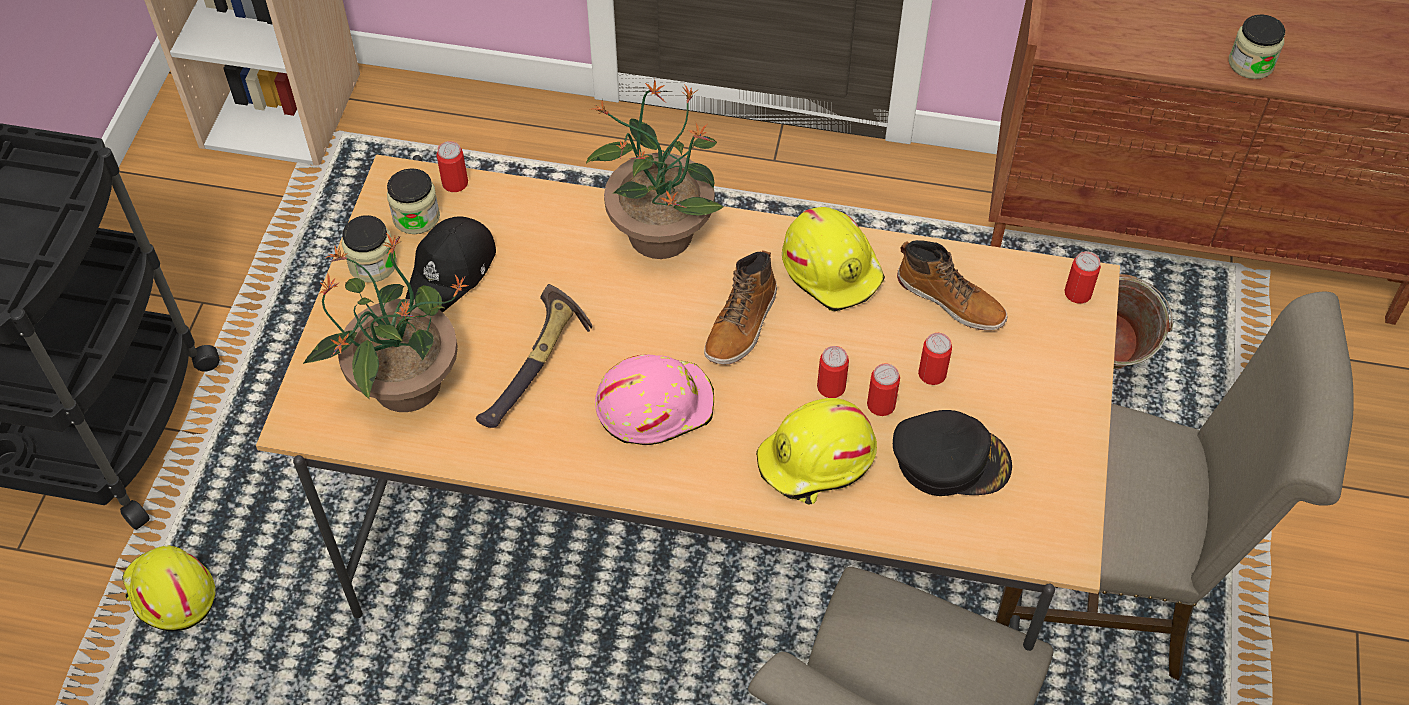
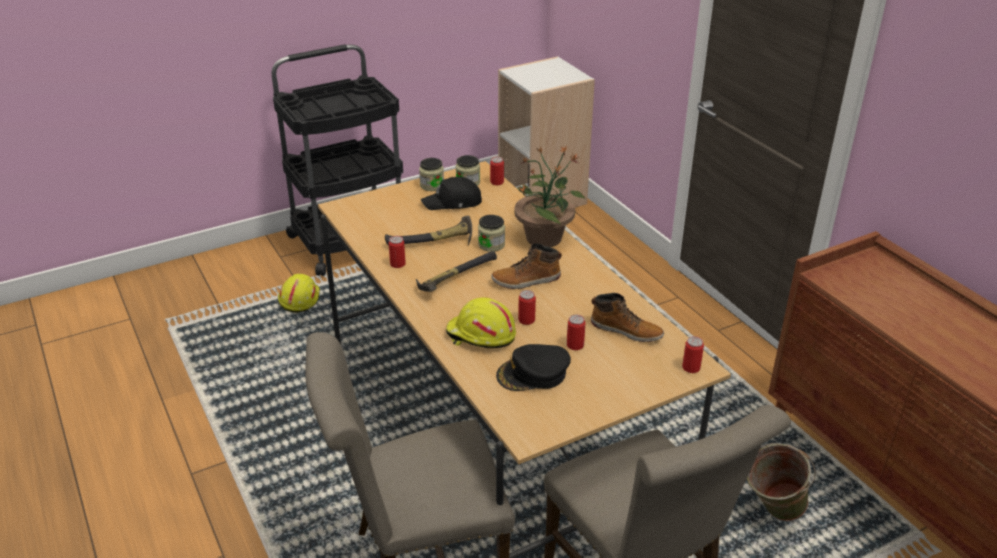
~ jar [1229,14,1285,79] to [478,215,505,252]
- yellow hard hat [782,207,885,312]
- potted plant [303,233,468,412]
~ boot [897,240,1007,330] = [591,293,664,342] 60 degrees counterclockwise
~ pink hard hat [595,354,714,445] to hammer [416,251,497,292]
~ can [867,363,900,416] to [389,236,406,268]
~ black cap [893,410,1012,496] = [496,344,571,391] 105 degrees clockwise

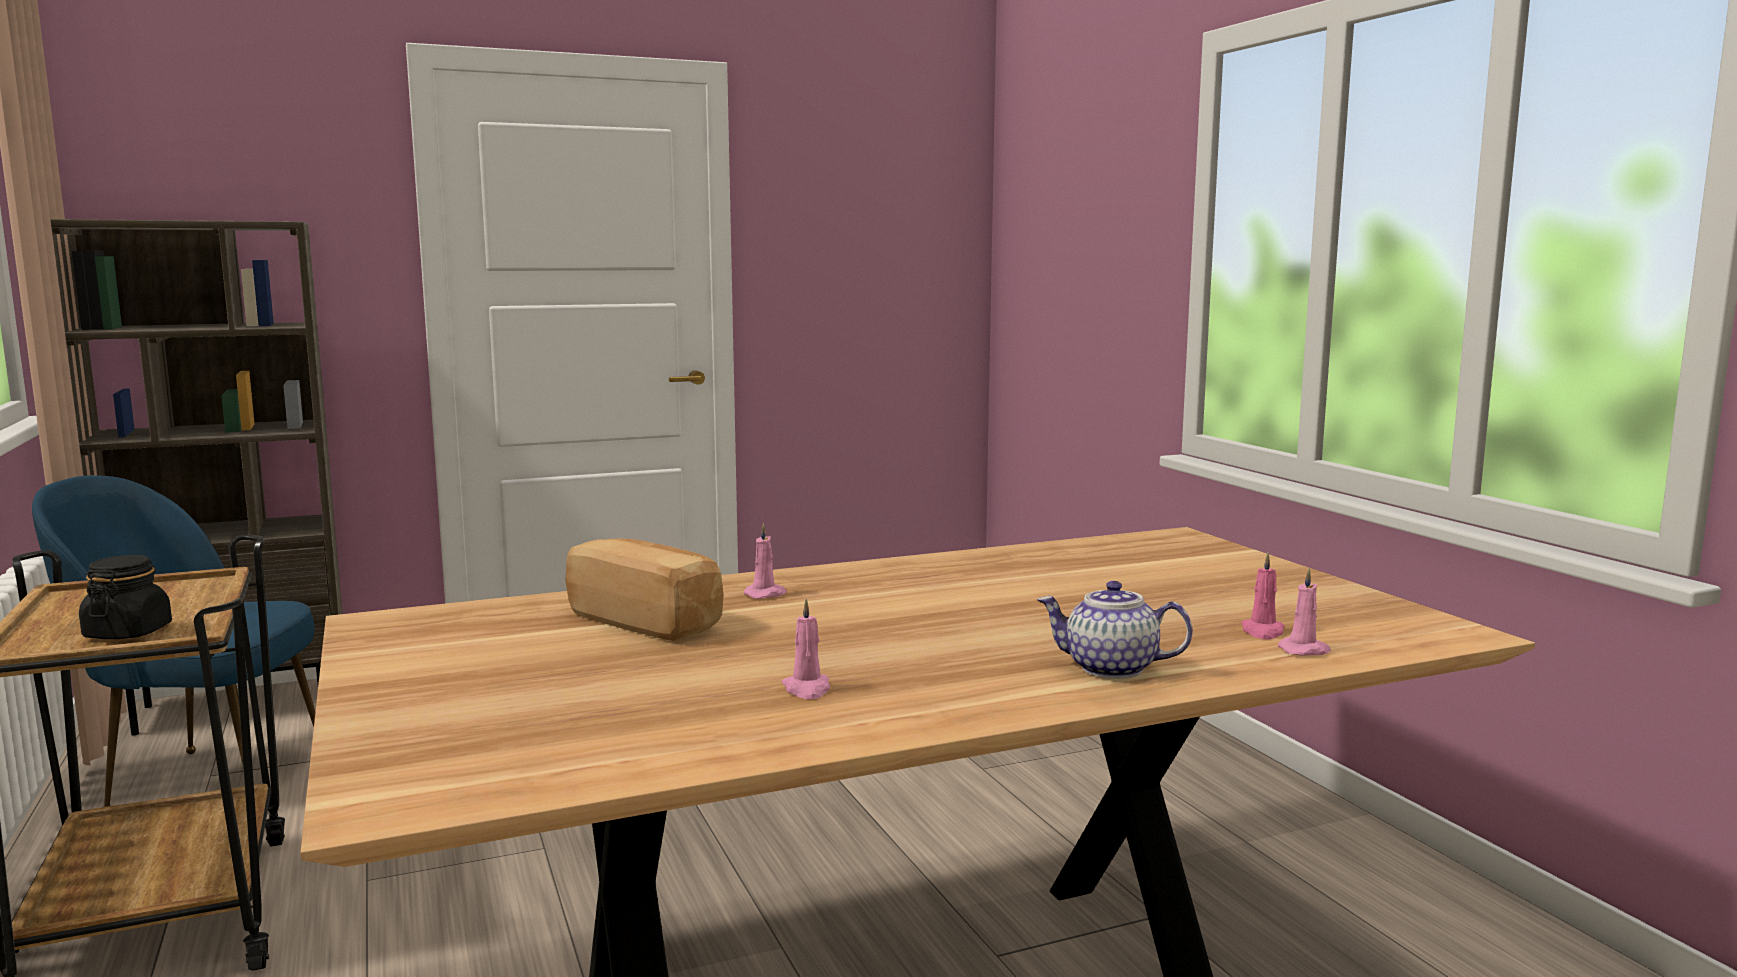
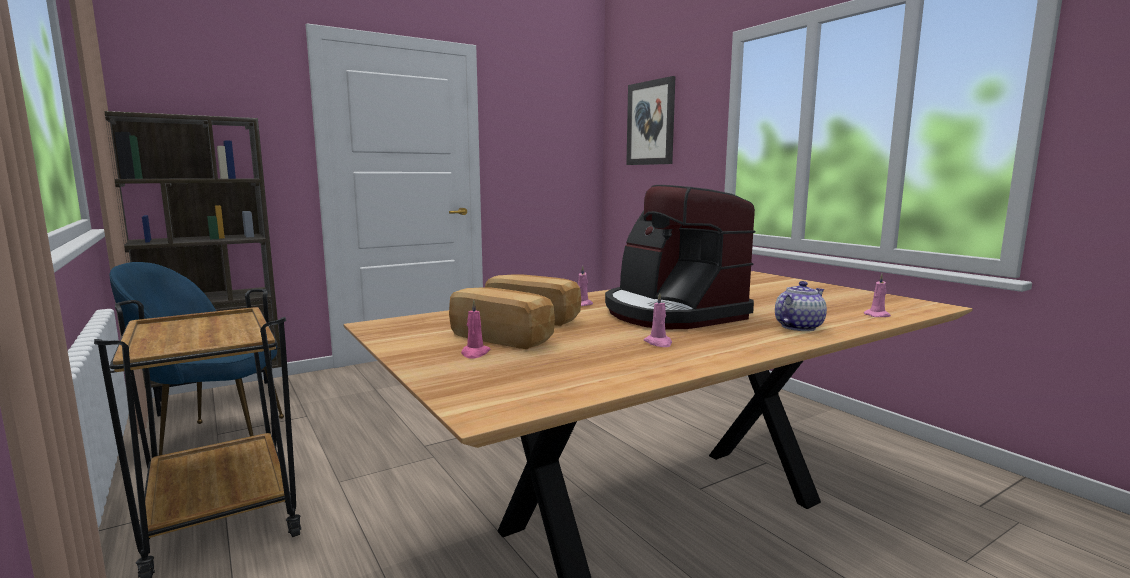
~ pink candle [1241,553,1284,640] to [461,300,490,359]
- black jar [79,555,172,639]
~ teapot [1037,581,1193,679] = [775,281,827,331] 135 degrees clockwise
+ picture [626,76,675,165]
+ coffee machine [605,185,756,329]
+ bread [449,287,555,349]

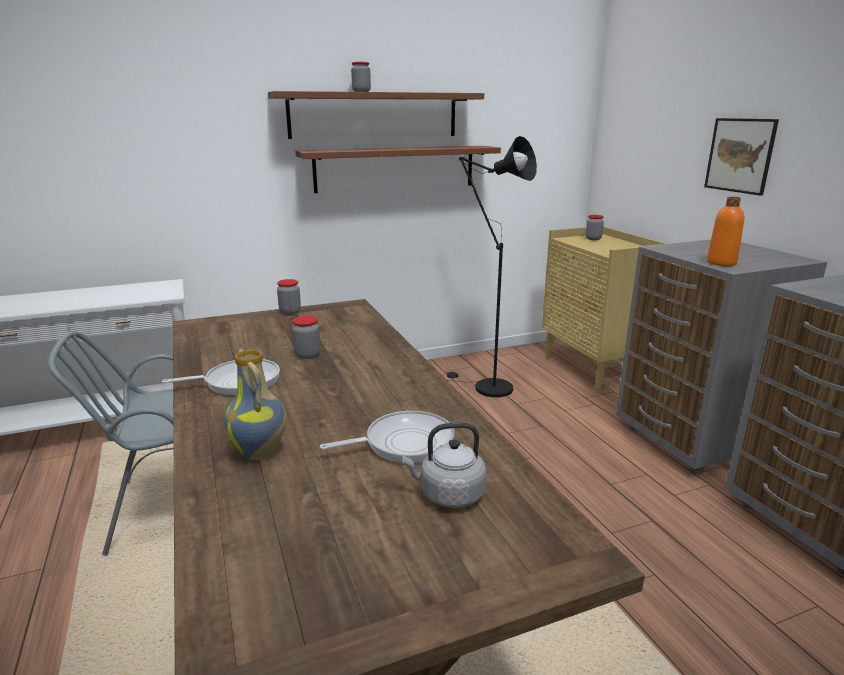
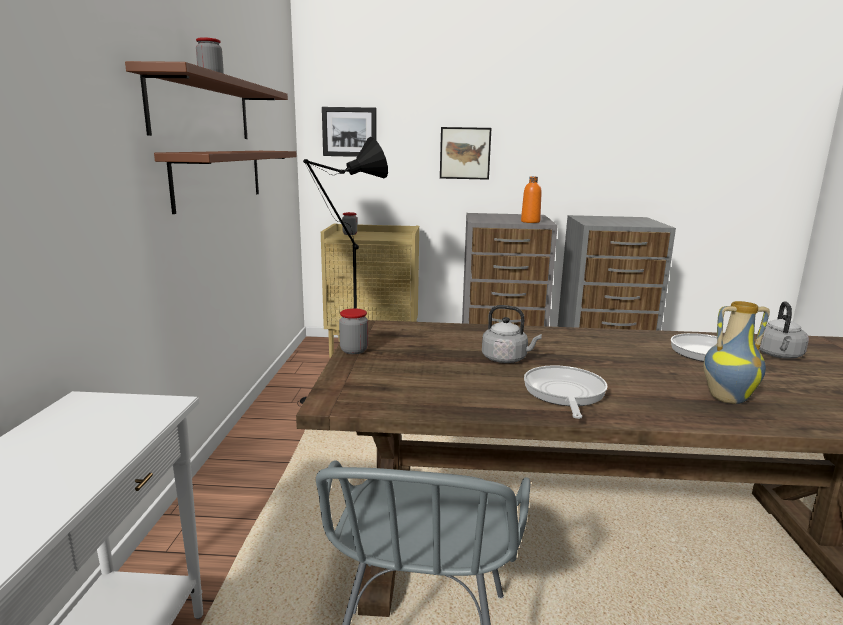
~ jar [292,316,321,359] to grey kettle [482,305,542,363]
+ picture [322,107,377,157]

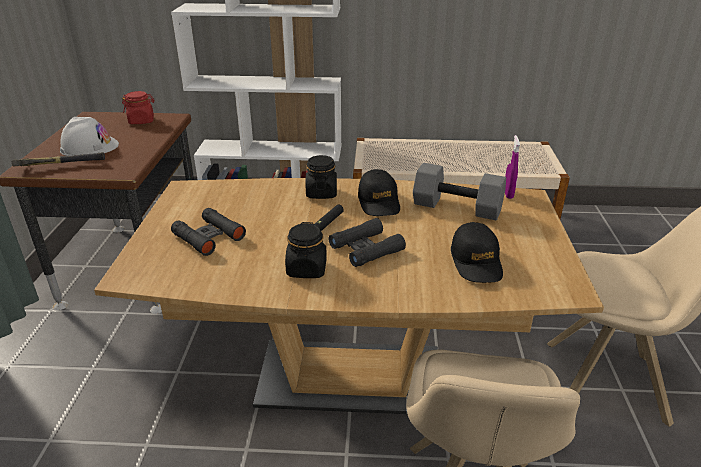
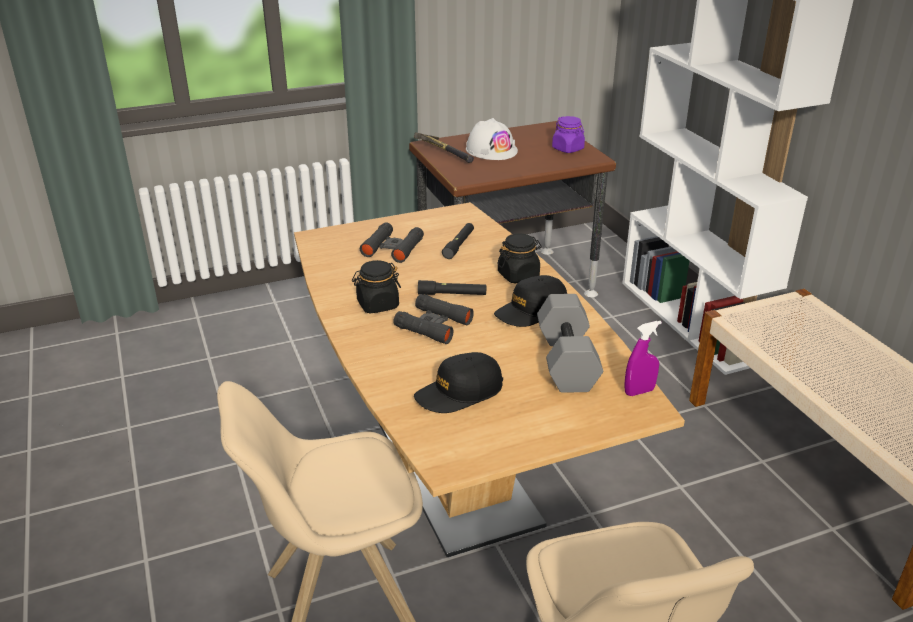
~ red jar [122,91,155,124] to purple jar [552,116,585,153]
+ black flashlight [442,223,474,259]

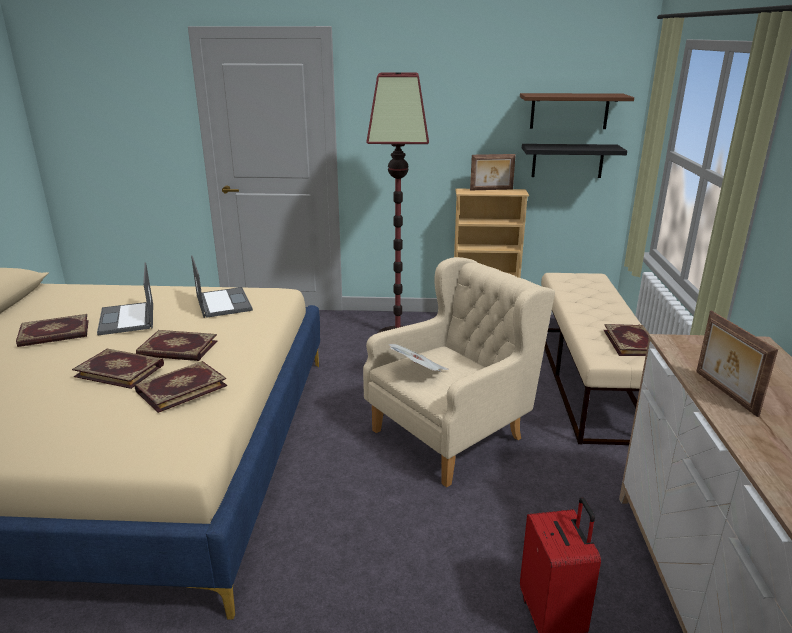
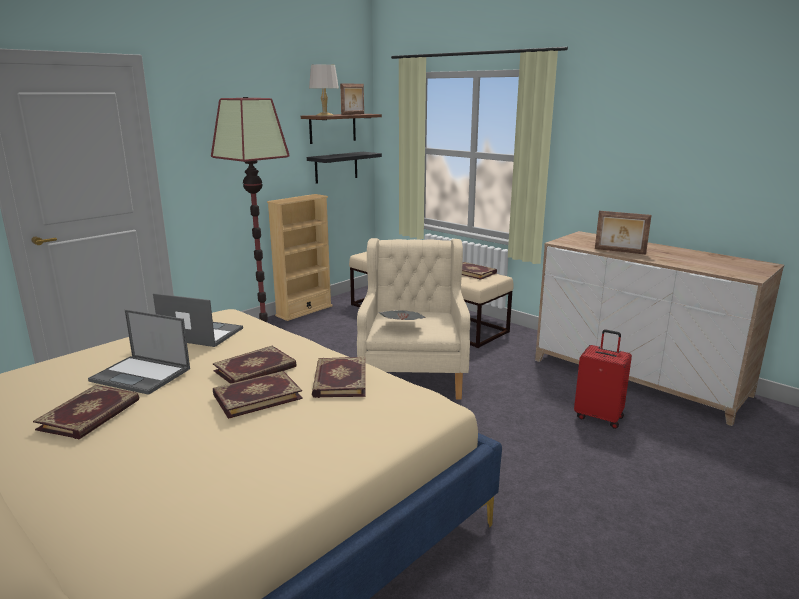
~ picture frame [470,154,516,191] to [340,83,364,115]
+ grey table lamp [309,64,339,116]

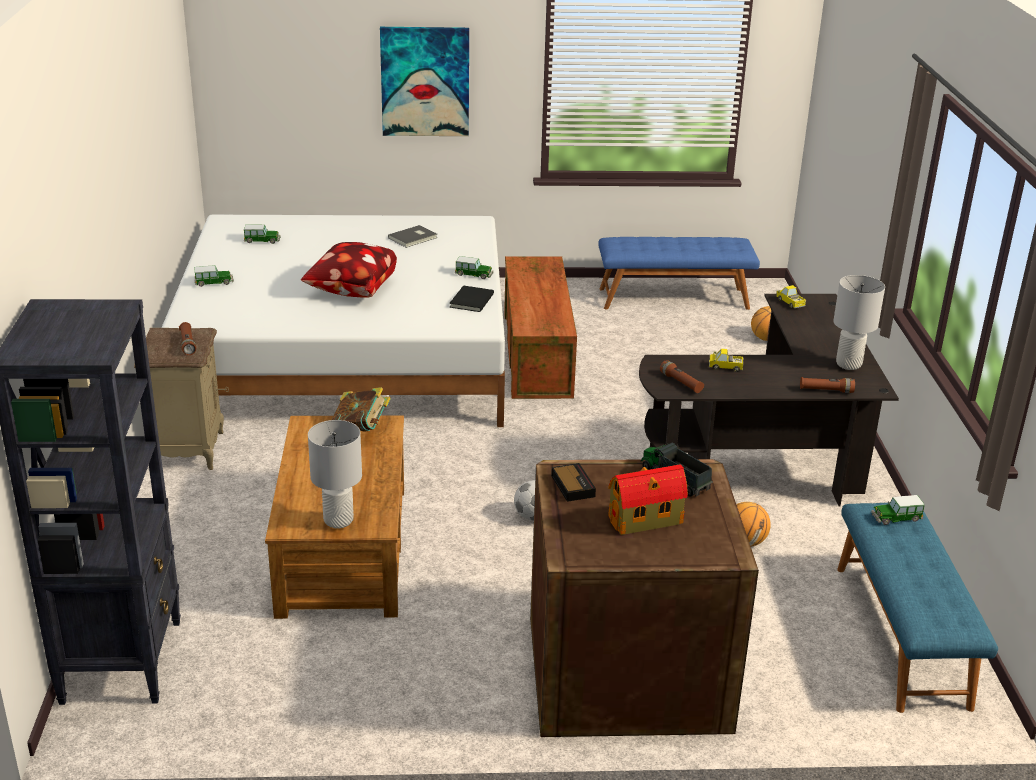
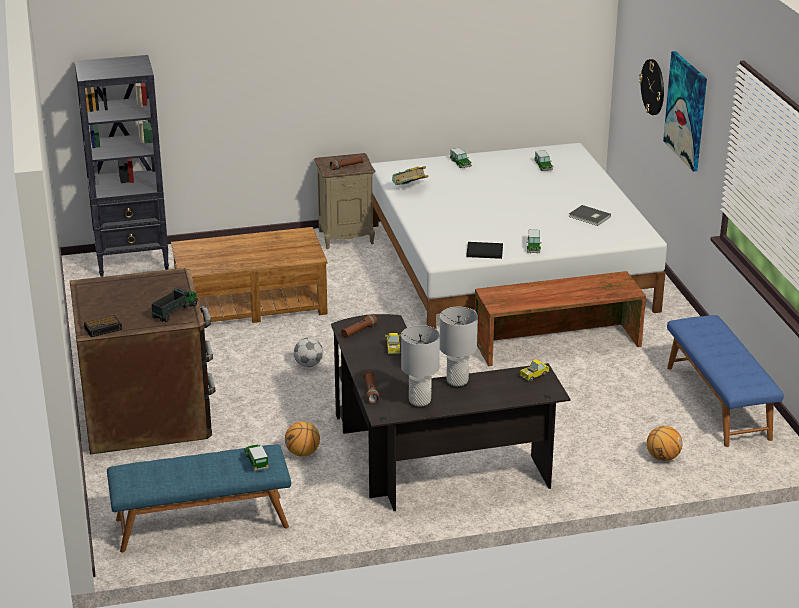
- pillow [301,242,397,298]
~ book [332,387,391,432] to [392,166,429,185]
~ grey table lamp [308,420,362,528] to [440,307,478,387]
~ alarm clock [551,463,596,502] to [84,315,122,337]
- toy house [608,464,688,535]
+ wall clock [639,59,664,115]

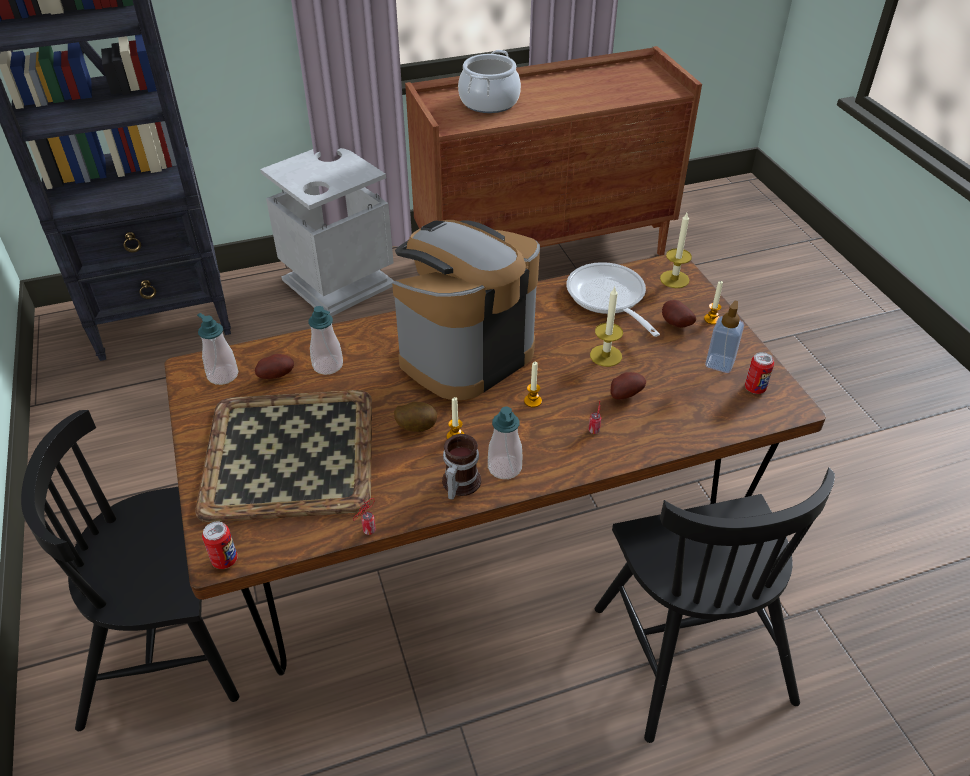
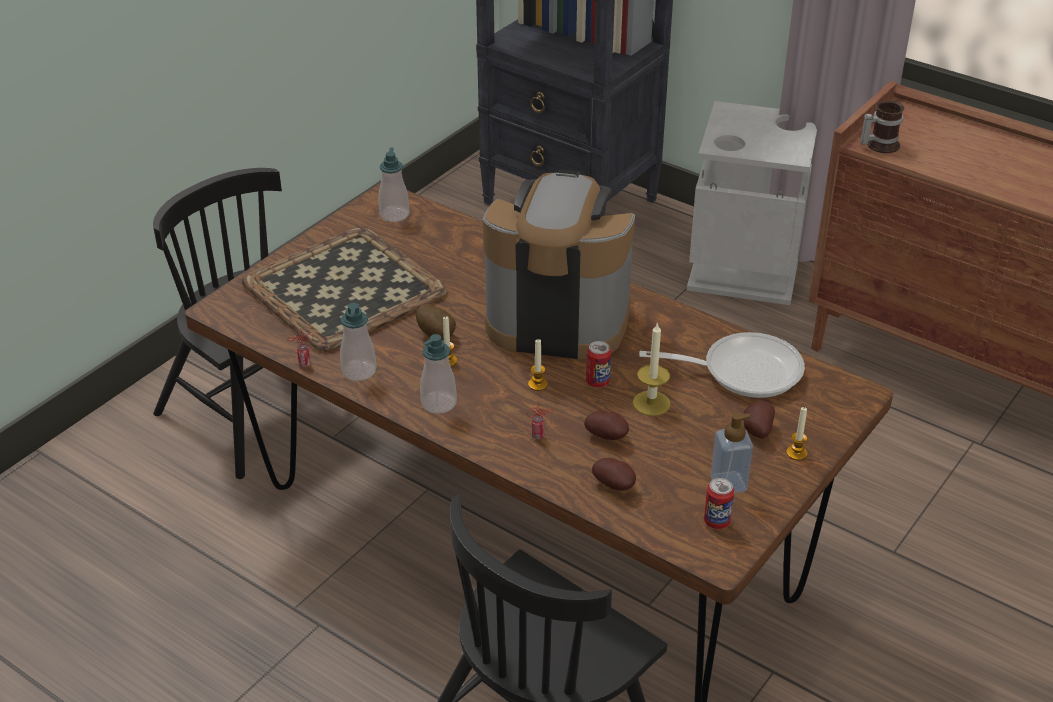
- cooking pot [458,50,521,113]
- candle [660,213,692,288]
~ frying pan [567,262,660,337] = [639,332,805,398] 60 degrees clockwise
~ soap dispenser [308,306,343,375] to [340,303,376,381]
~ potato [255,354,294,379] to [592,458,636,491]
~ mug [442,434,481,500] to [860,101,904,153]
~ can [202,521,237,569] to [586,341,611,388]

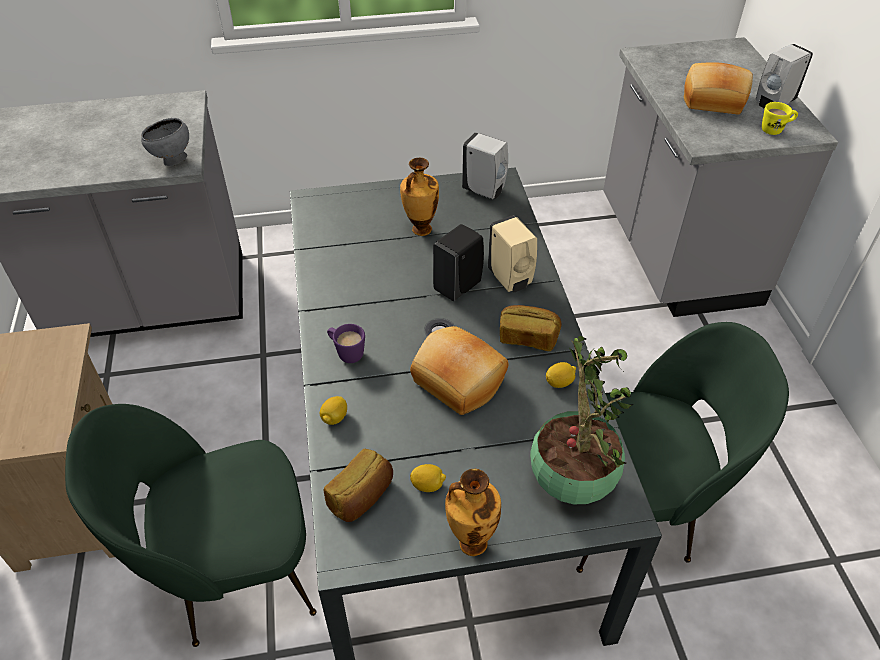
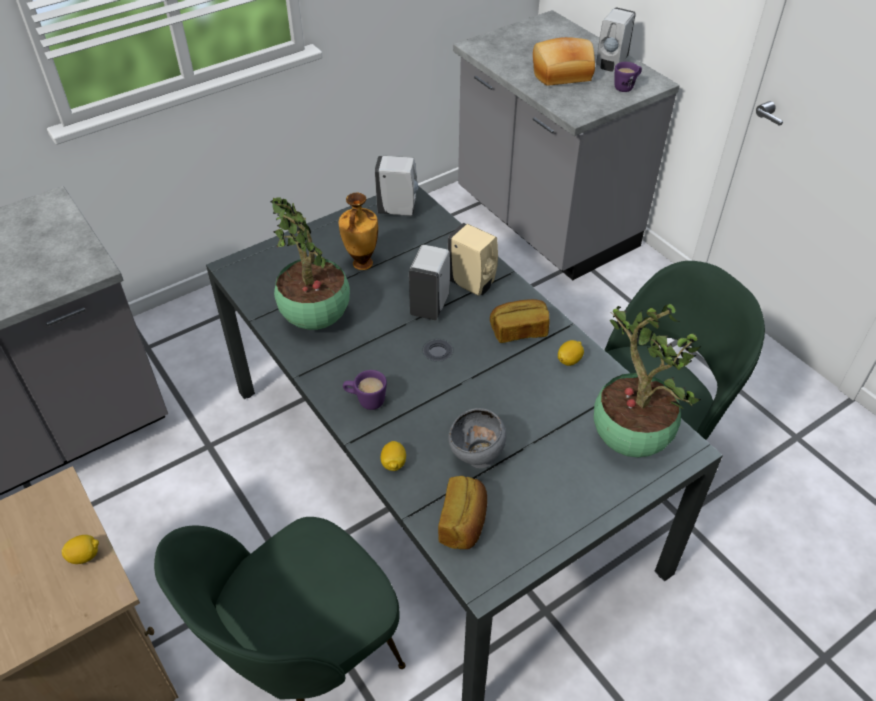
~ yellow mug [762,102,798,135] to purple mug [614,62,642,92]
~ grey bowl [141,118,189,166] to [448,408,507,468]
~ black soap dispenser [433,224,484,301] to white soap dispenser [409,245,450,320]
- bread [410,326,509,415]
~ lemon [410,464,446,492] to [62,535,99,564]
- vase [445,469,501,556]
+ potted plant [271,197,350,330]

